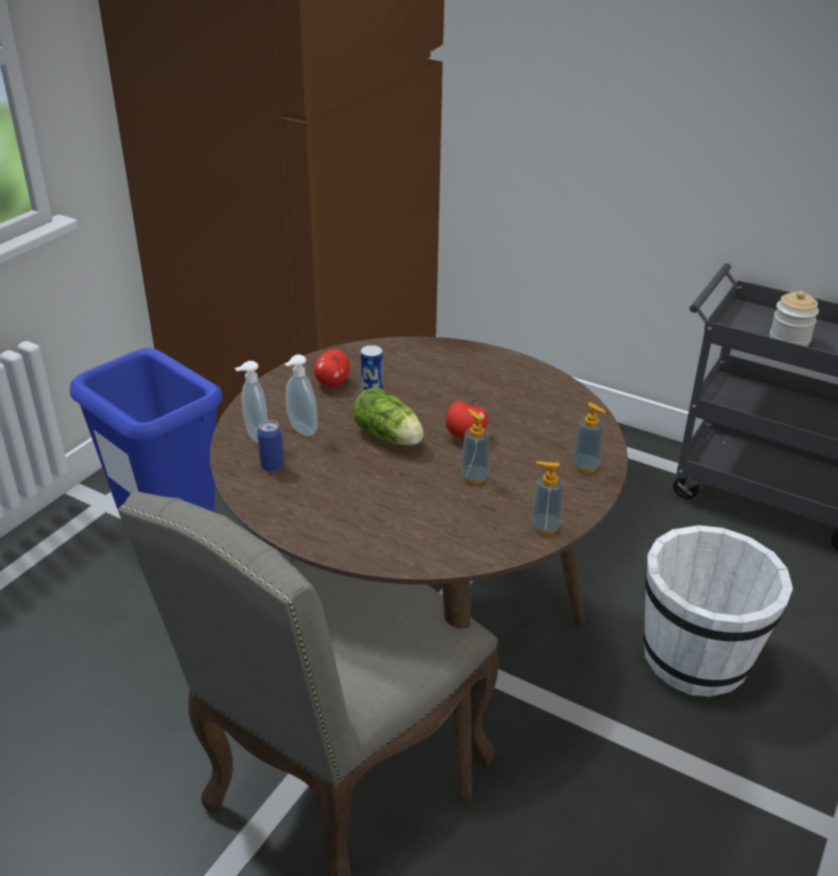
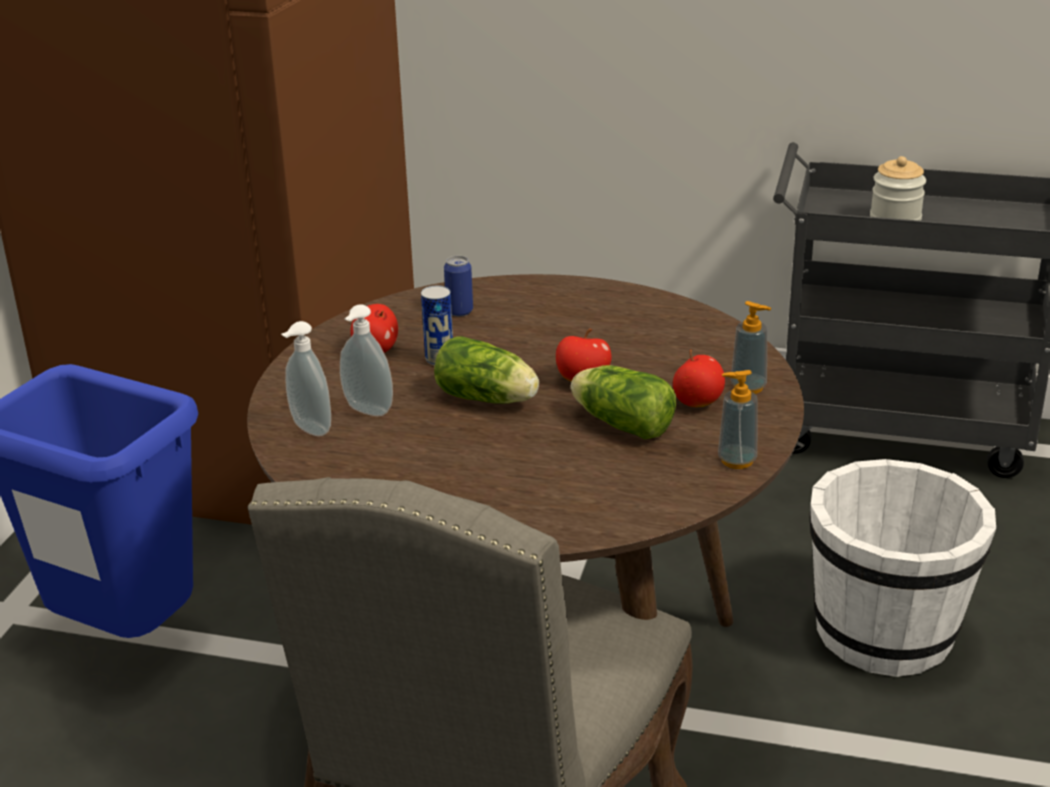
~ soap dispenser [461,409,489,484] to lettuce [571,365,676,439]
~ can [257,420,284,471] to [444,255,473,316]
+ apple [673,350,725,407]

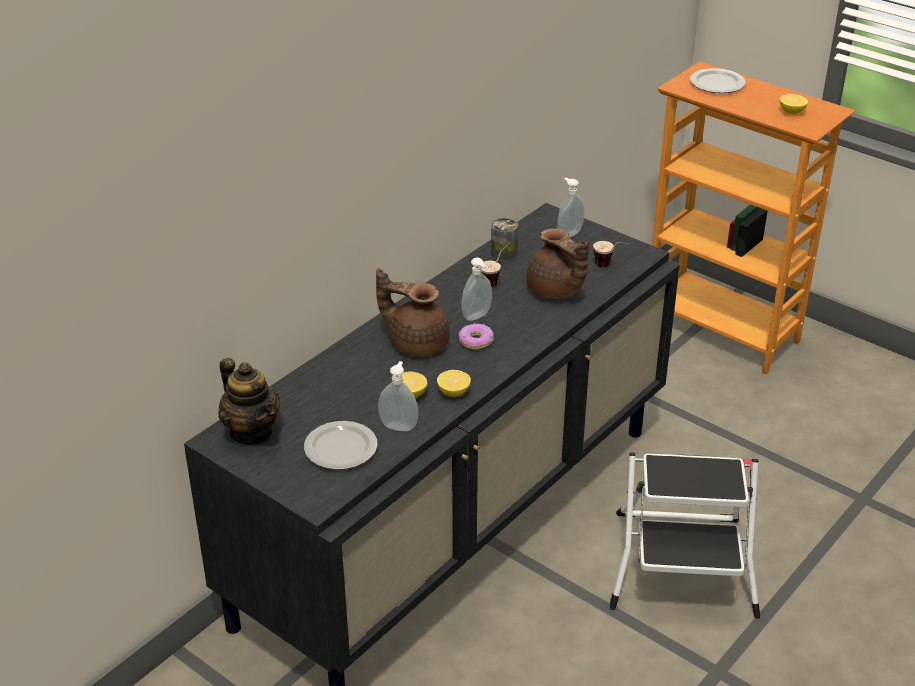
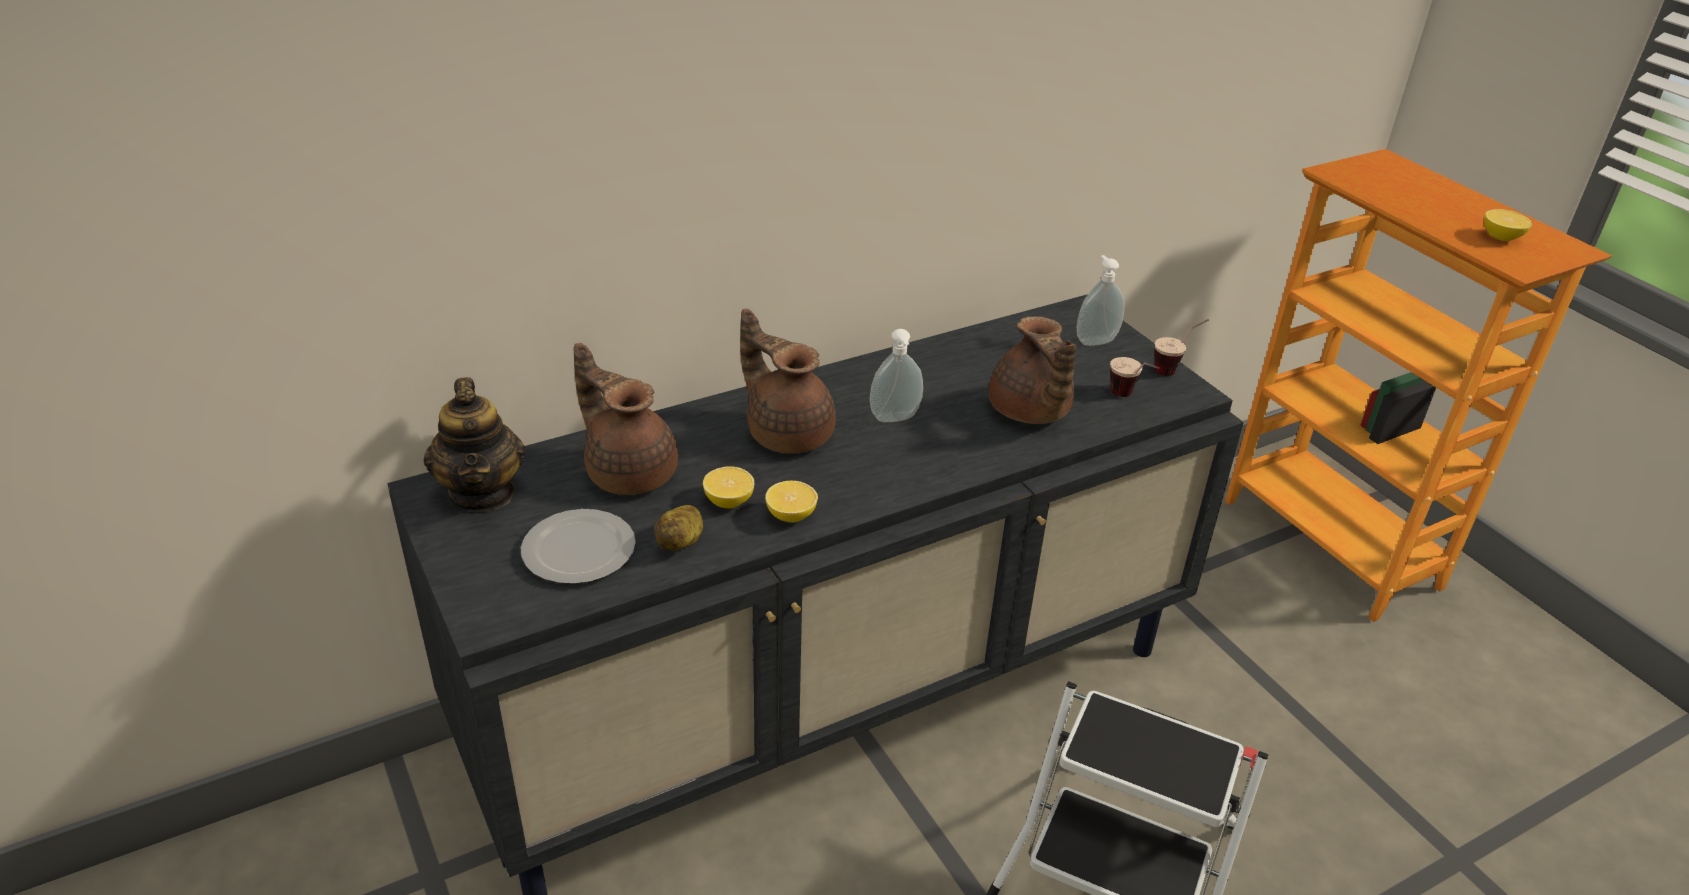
- plate [690,68,746,93]
- can [491,218,518,262]
~ cup [482,243,510,287] to [1154,319,1209,376]
- donut [458,323,494,349]
~ soap dispenser [378,361,418,431] to potato [654,505,703,551]
+ brown teapot [573,343,678,495]

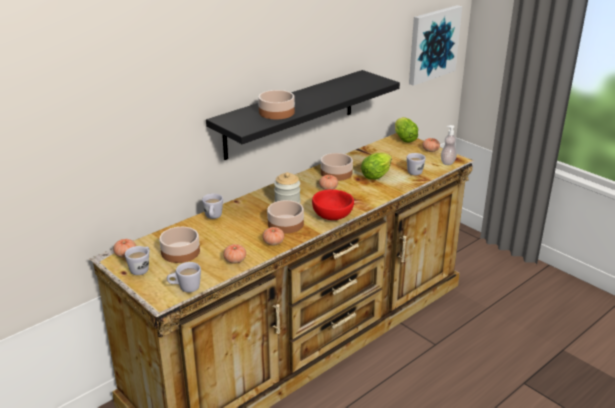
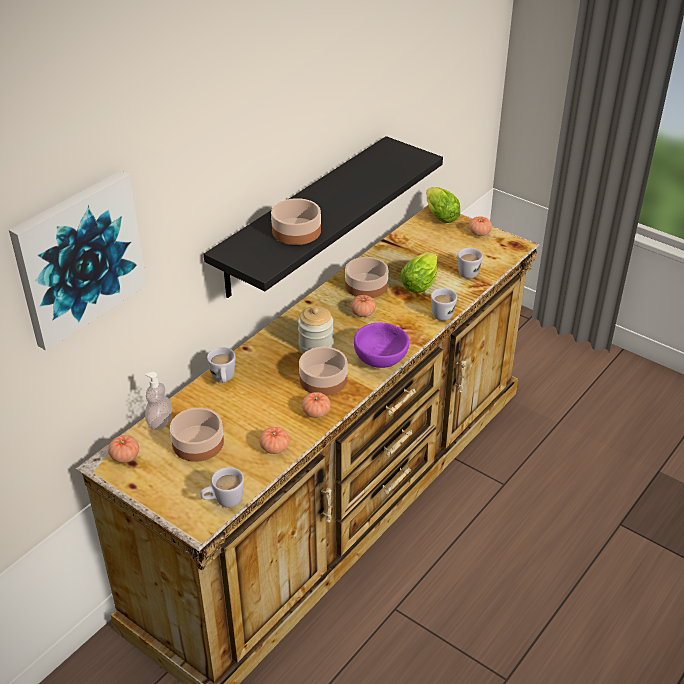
~ picture [409,5,462,86] to [9,170,147,351]
~ soap dispenser [441,125,457,165] to [145,372,172,430]
~ red bowl [312,189,354,220] to purple bowl [354,323,409,368]
~ white mug [125,246,150,275] to [431,288,457,321]

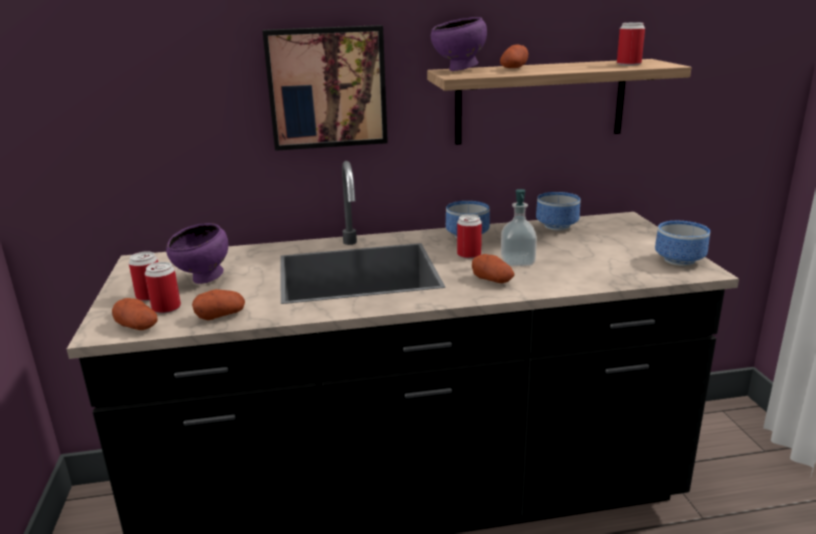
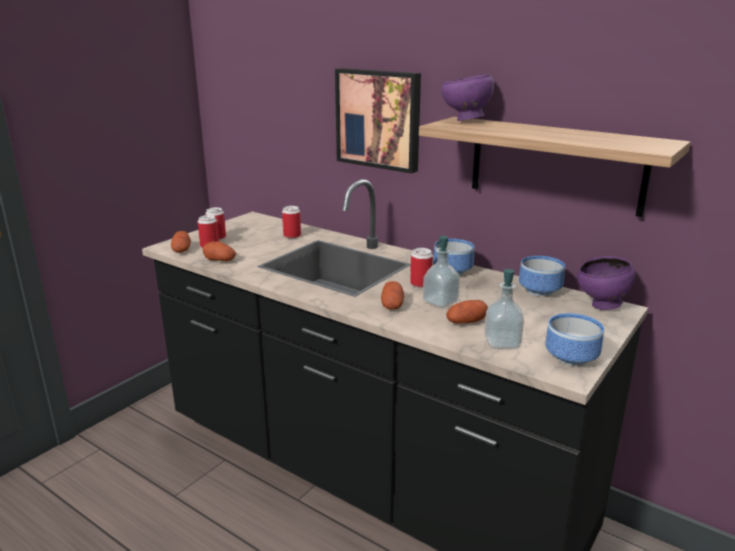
~ can [617,23,645,66] to [282,206,301,238]
~ potato [500,44,528,68] to [446,300,488,323]
~ purple bowl [166,223,228,284] to [577,256,636,310]
+ soap dispenser [484,269,524,349]

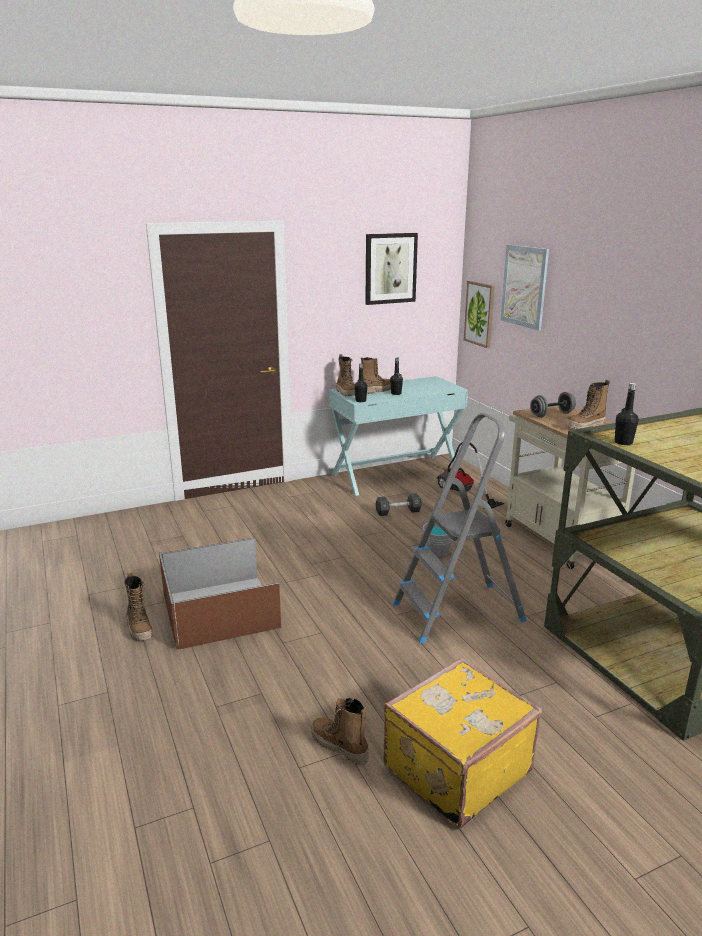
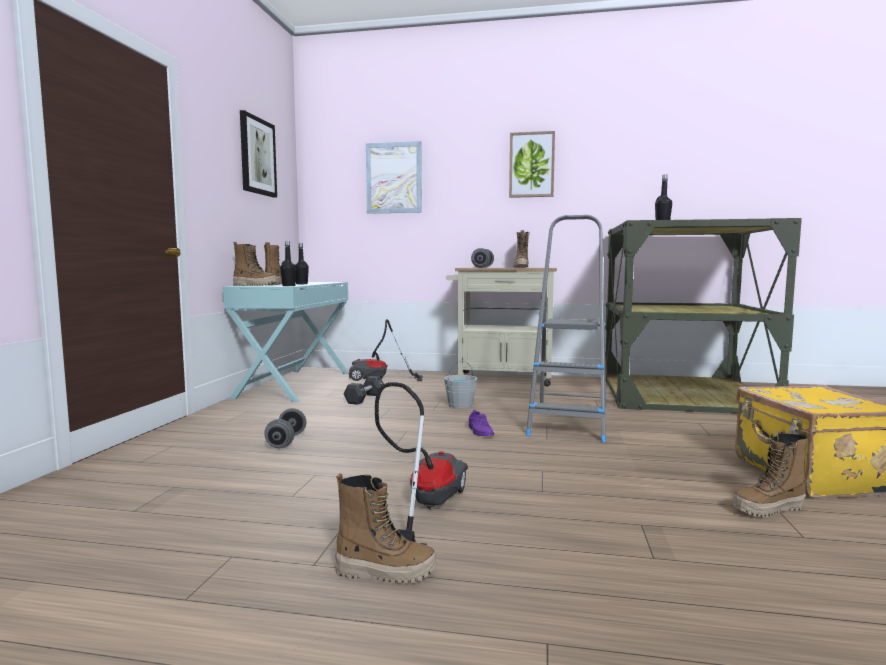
~ picture [464,281,495,348] to [509,131,555,198]
~ brown storage box [159,538,281,650] to vacuum cleaner [375,382,468,545]
+ grey dumbbell [264,408,306,448]
+ purple shoe [469,410,494,436]

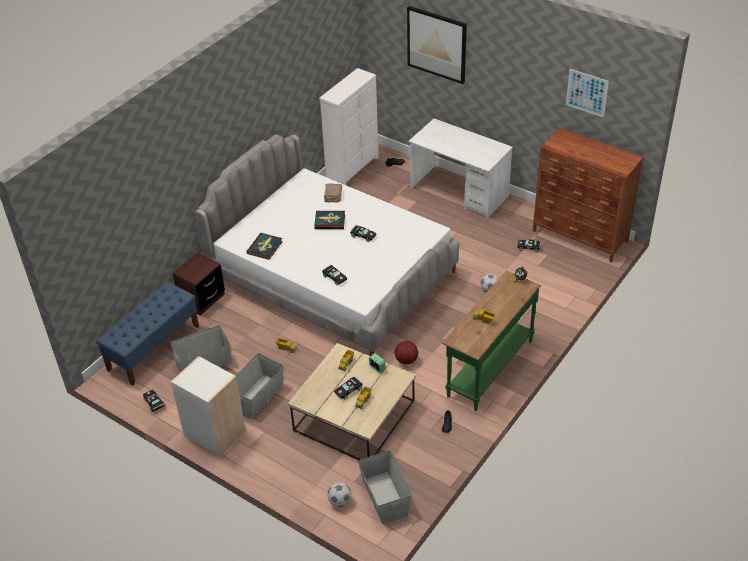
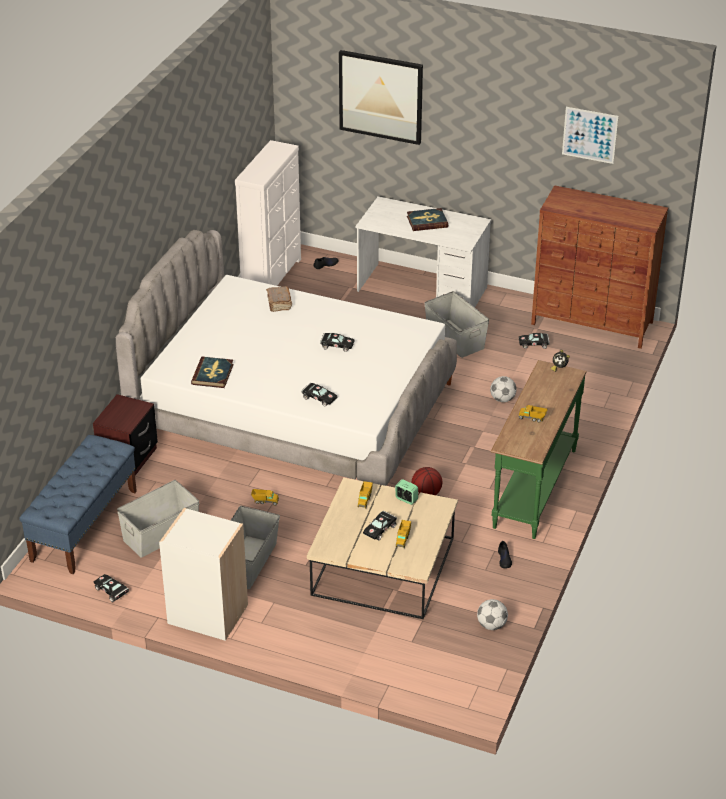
~ book [314,211,345,229] to [407,208,448,231]
~ grey storage box [358,450,412,524] to [424,291,489,358]
~ football [327,482,352,507] to [477,599,508,630]

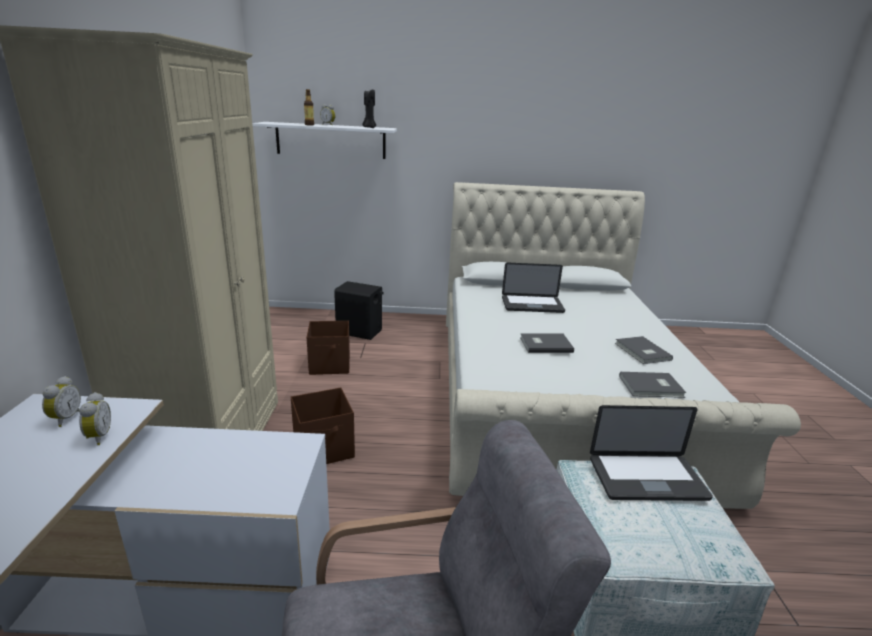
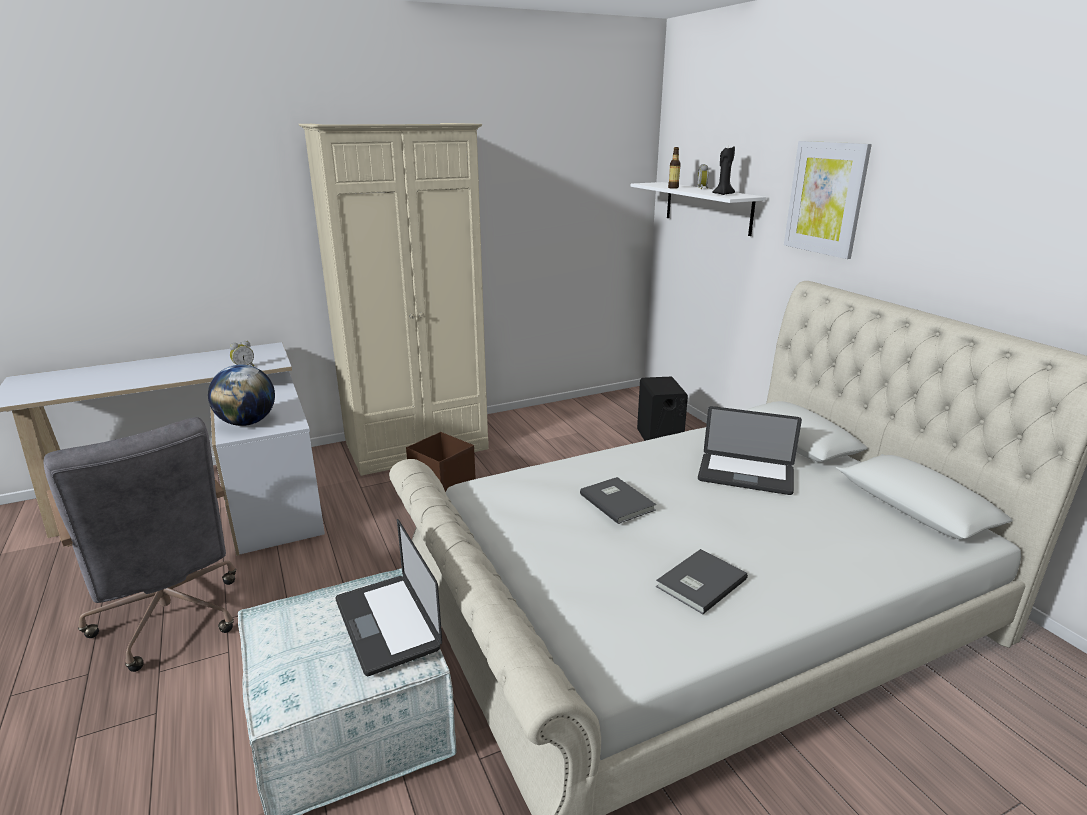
~ laptop [502,262,565,313] = [698,406,802,495] 45 degrees counterclockwise
- brown storage box [307,321,350,375]
- grey book [619,372,686,398]
- alarm clock [42,376,81,427]
+ picture [784,141,872,259]
+ globe [208,365,275,426]

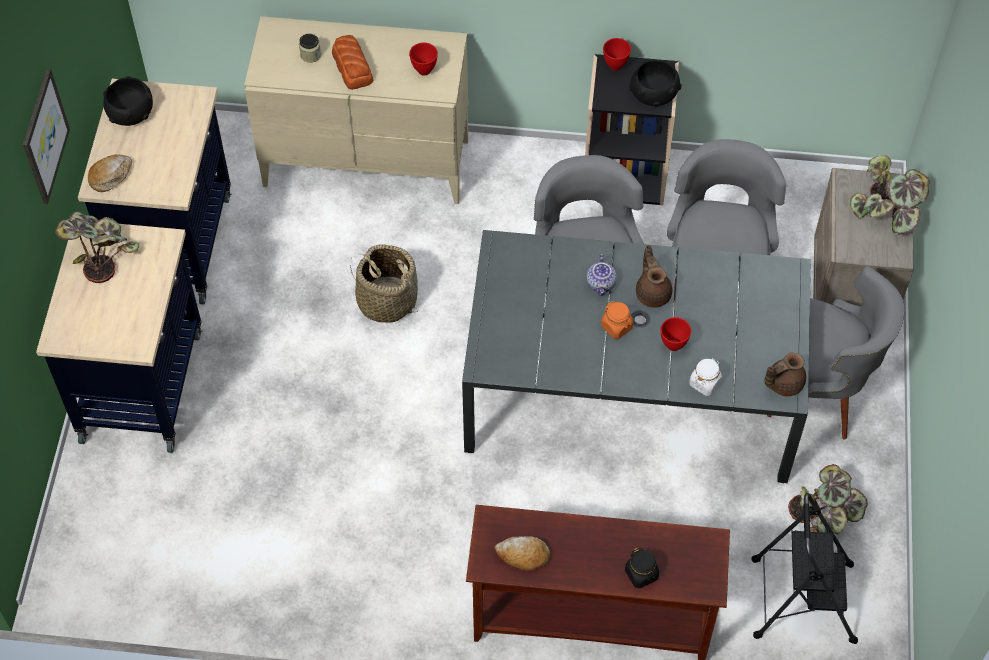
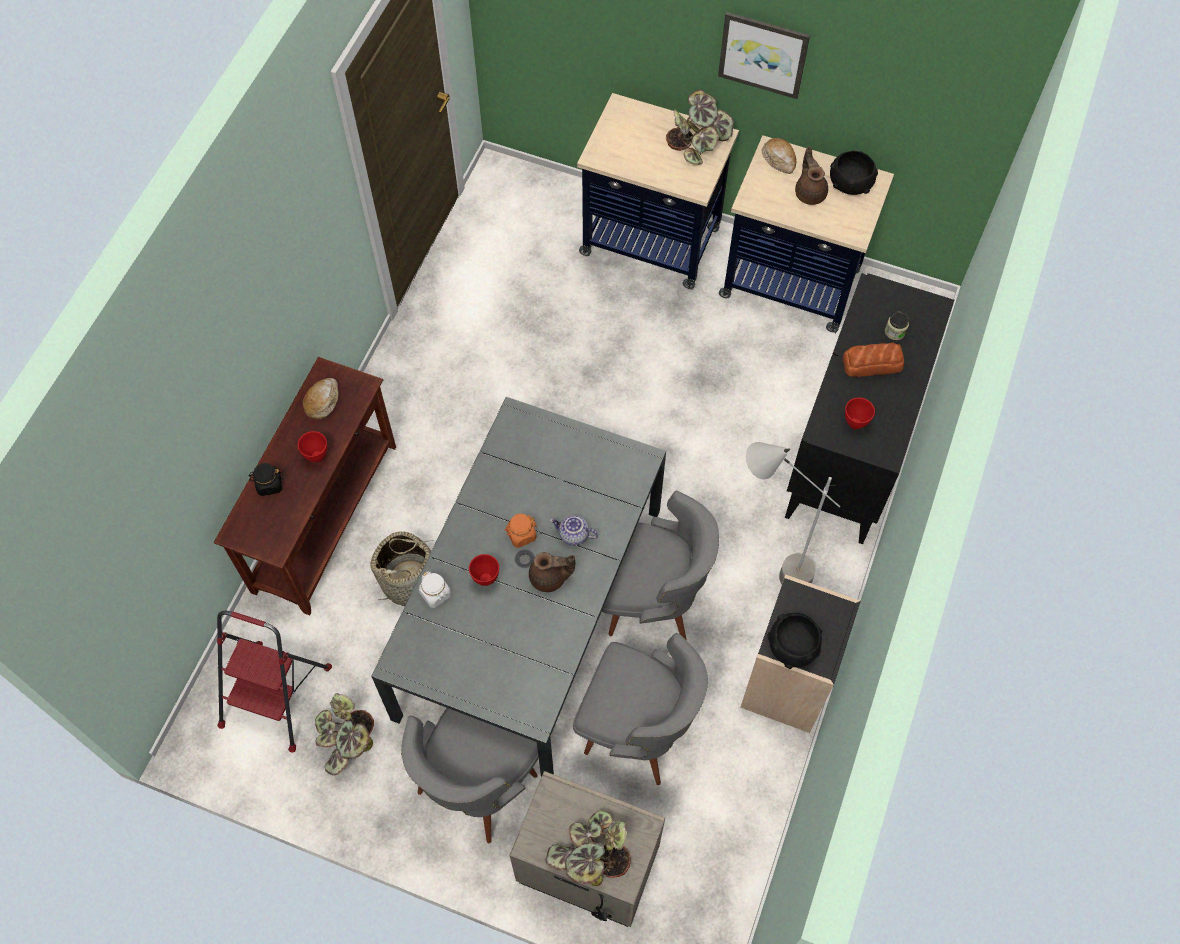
~ beige cabinet [244,16,469,204] to black cabinet [785,273,954,544]
~ red bowl [603,38,631,71] to [298,431,327,462]
~ basket [350,244,419,323] to [370,531,433,606]
~ brown teapot [764,352,806,396] to [795,147,828,205]
~ black step ladder [751,493,858,644] to red step ladder [217,611,332,753]
+ grey floor lamp [746,442,840,584]

